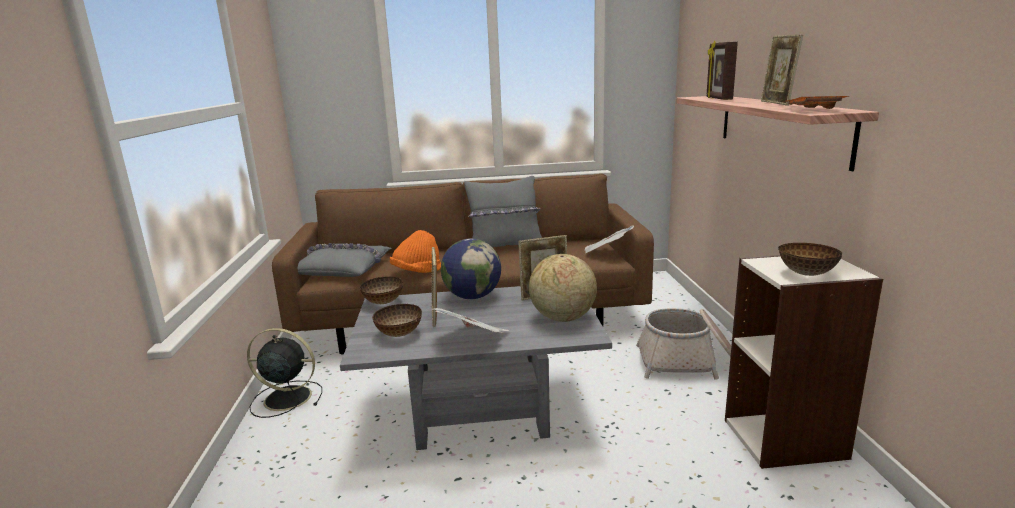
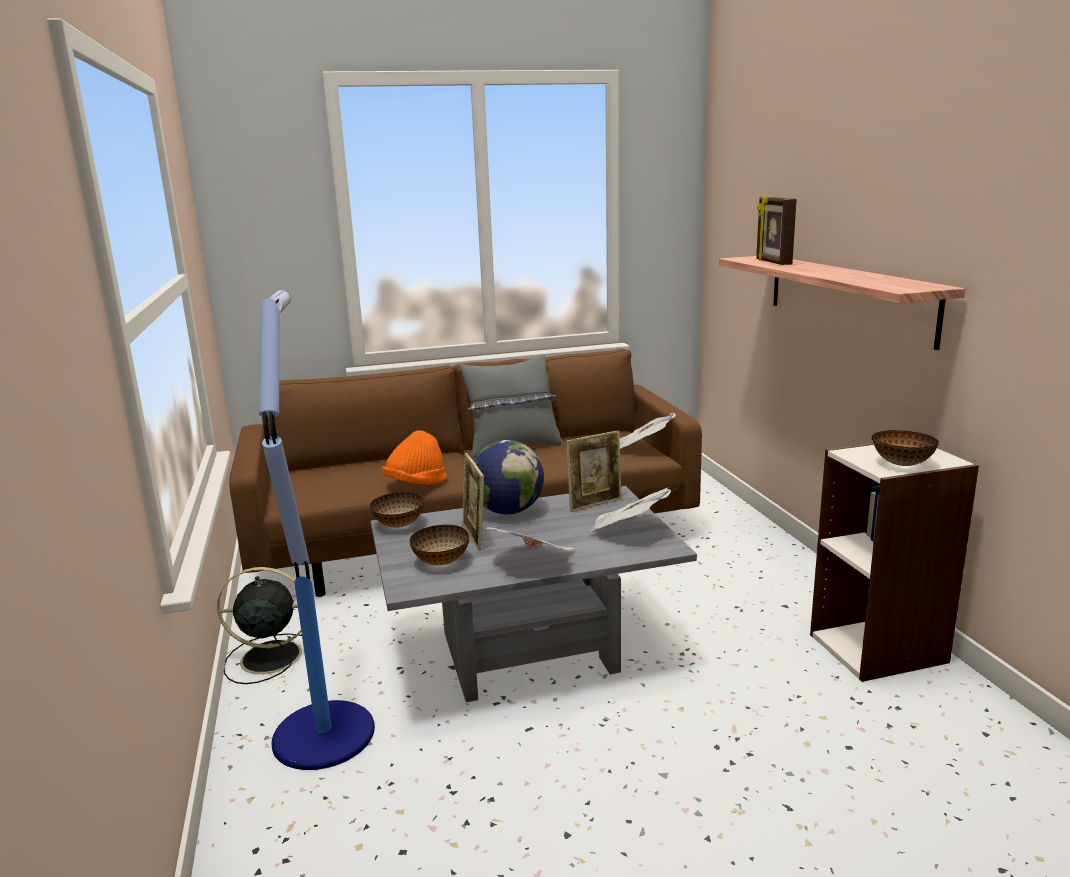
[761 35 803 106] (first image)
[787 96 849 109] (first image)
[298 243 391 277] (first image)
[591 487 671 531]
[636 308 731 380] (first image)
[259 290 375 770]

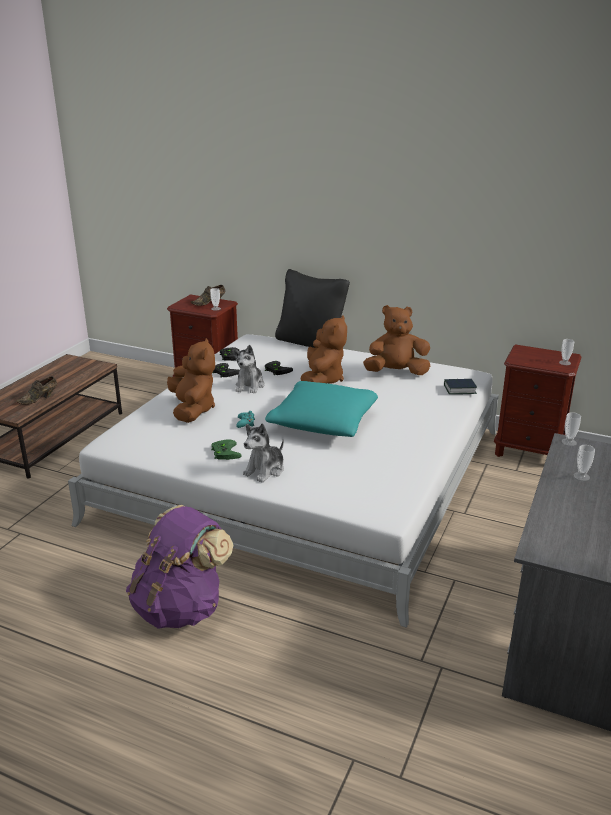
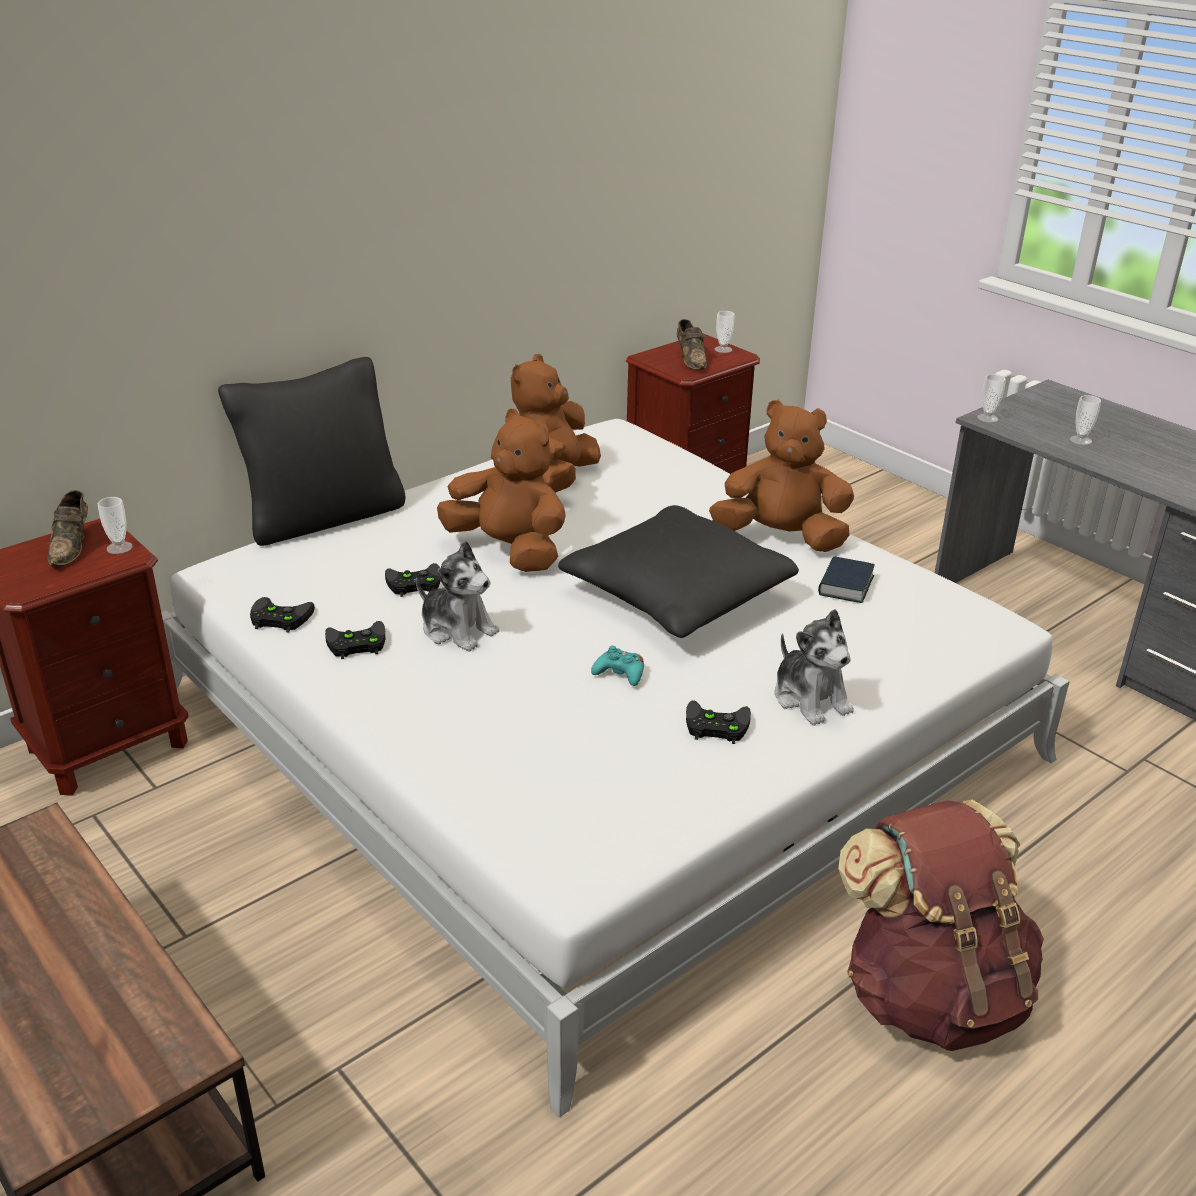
[709 400 854 552]
[677 319 707 370]
[818 556 875 603]
[558 505 799 638]
[686 700 751 744]
[838 800 1044 1051]

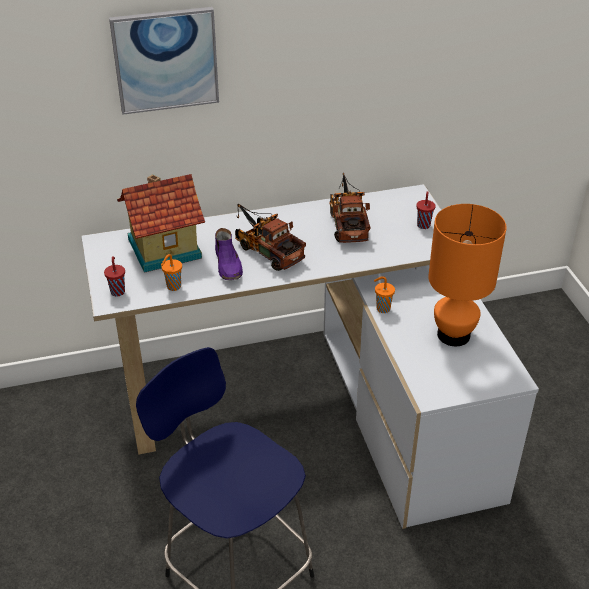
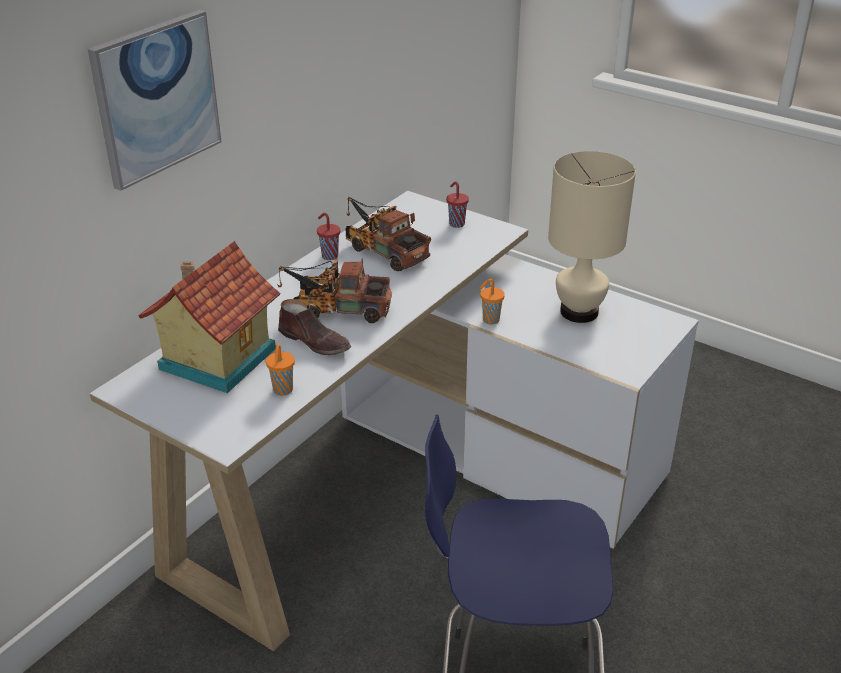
[548 151 636 323]
[278 299 351 355]
[317 213 340 260]

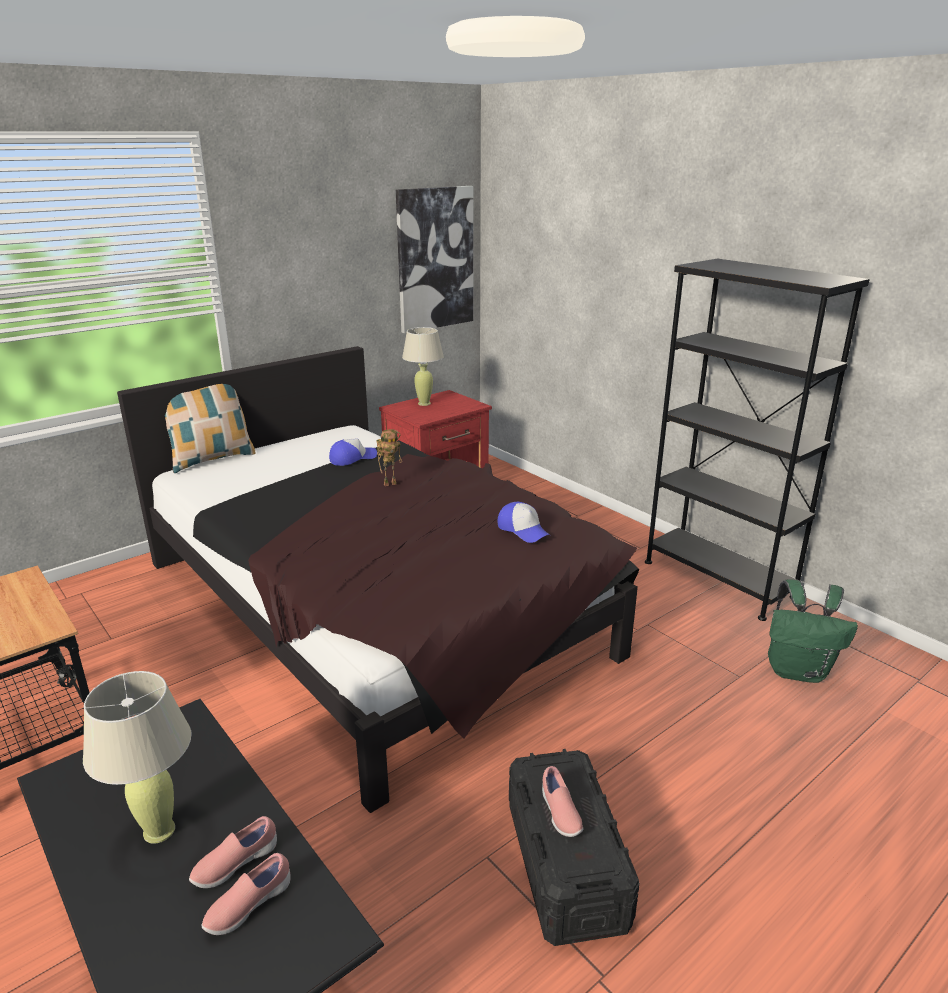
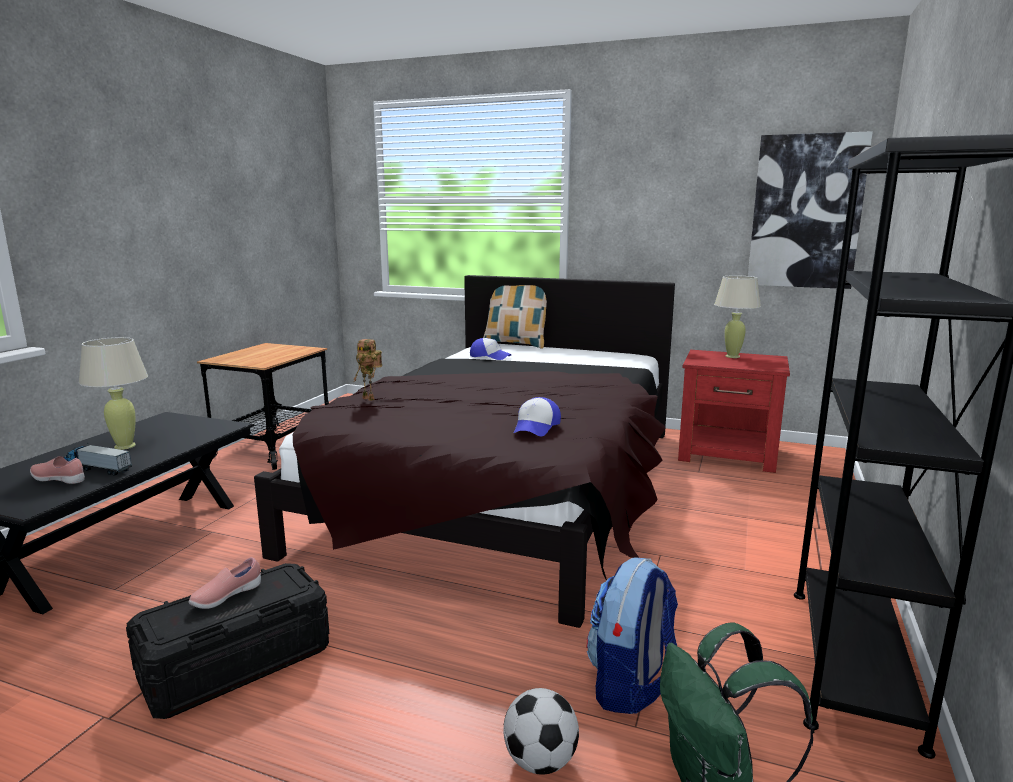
[353 339 382 401]
[470 338 511 360]
[64 443 132 476]
[587 557 678 714]
[503 688 579 775]

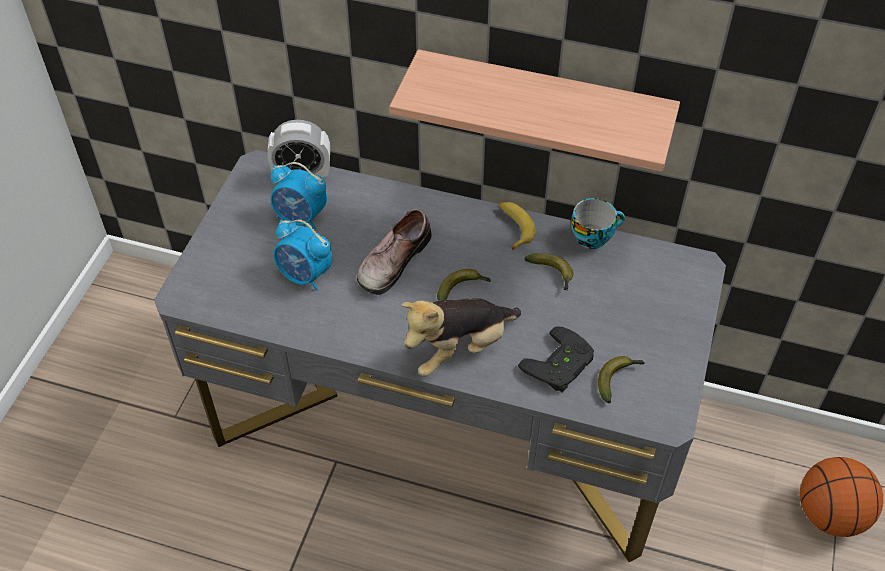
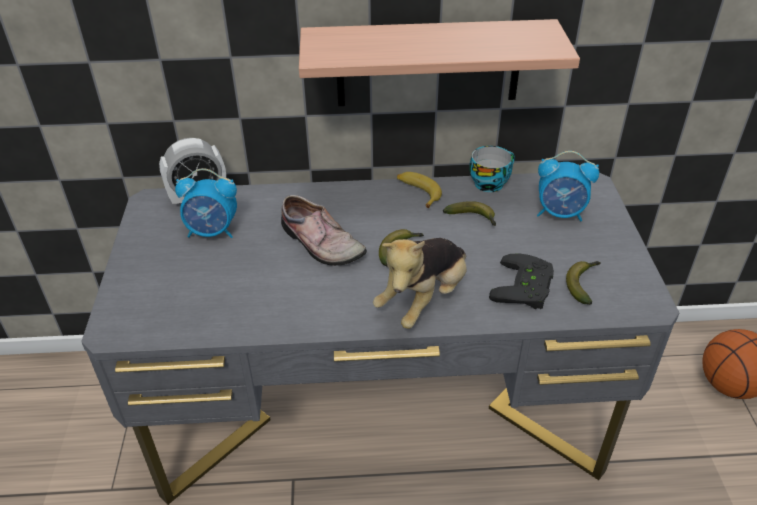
[281 195 367 266]
[537 151 599 222]

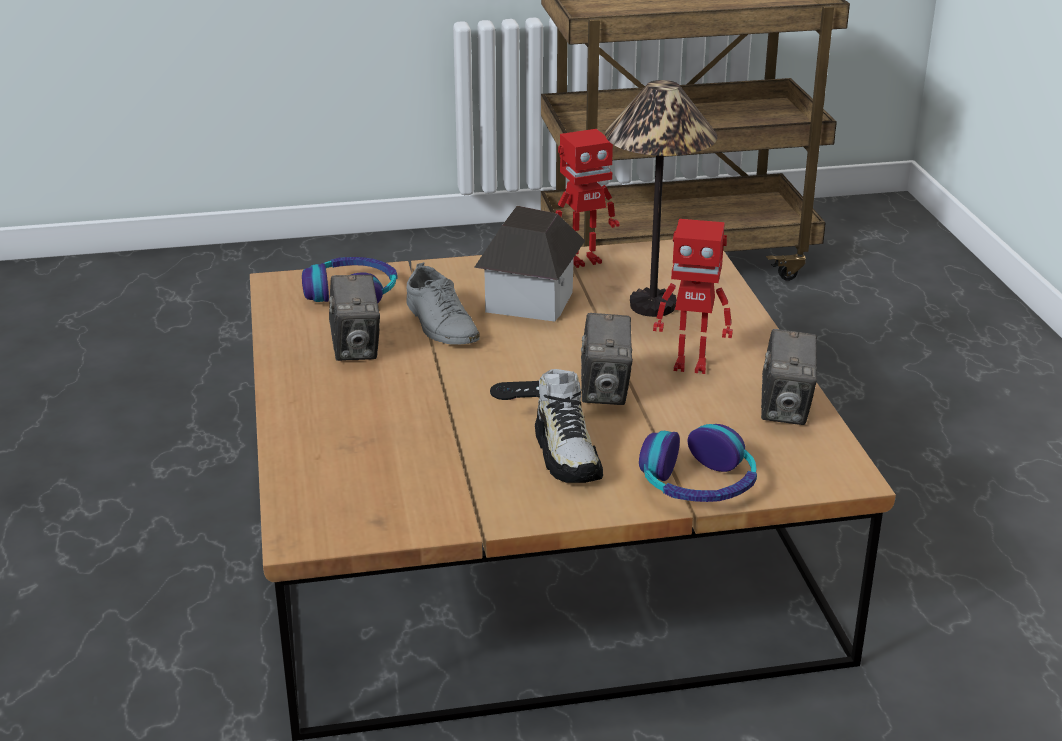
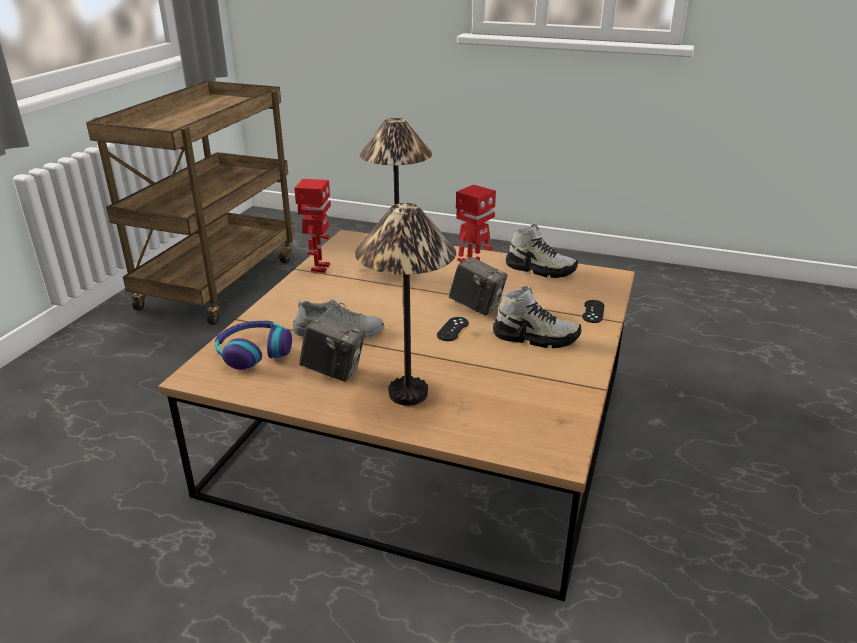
[474 206 585 322] (first image)
[506 224 578 278]
[582 300 605 323]
[355 203 456 406]

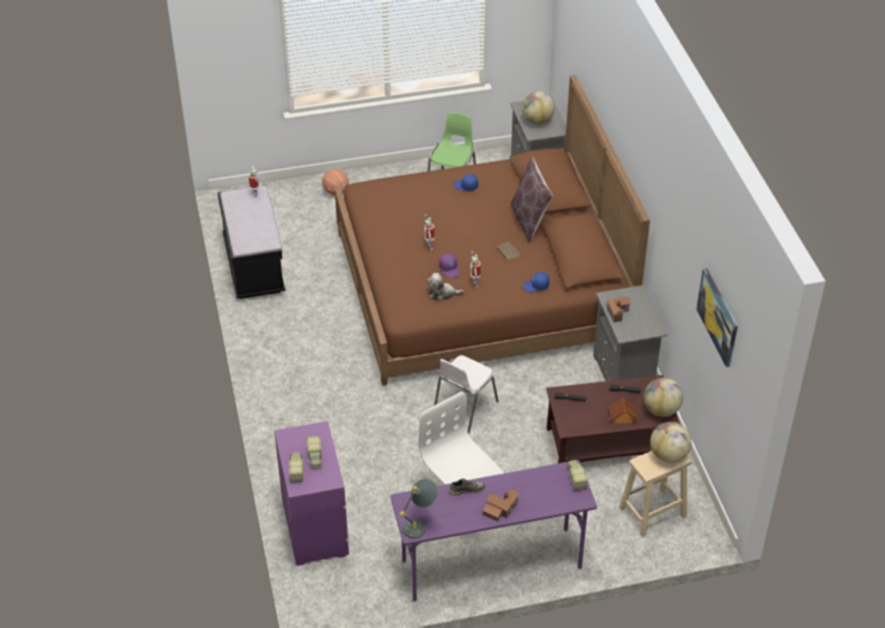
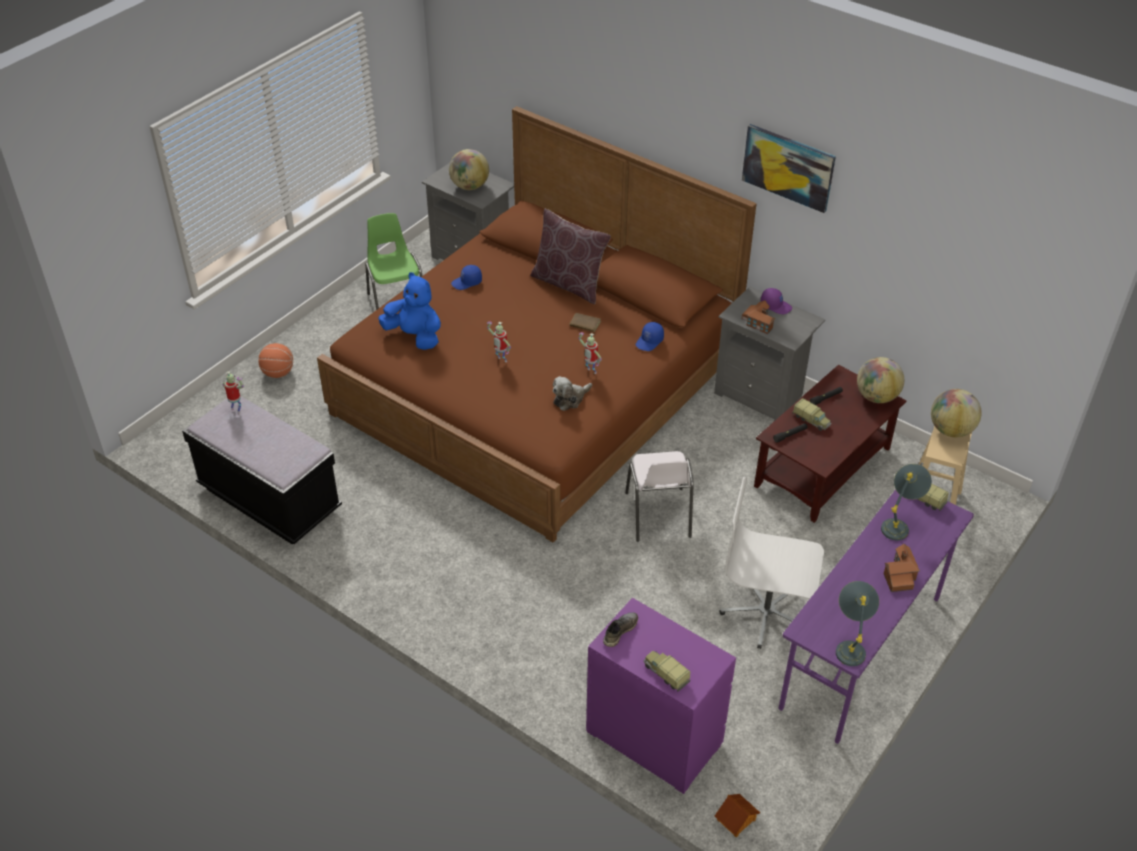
[761 288 792 314]
[742 124 836 213]
[715 794 760 837]
[792 398 831 431]
[603 612 638 647]
[378 272 441 350]
[881 464 932 540]

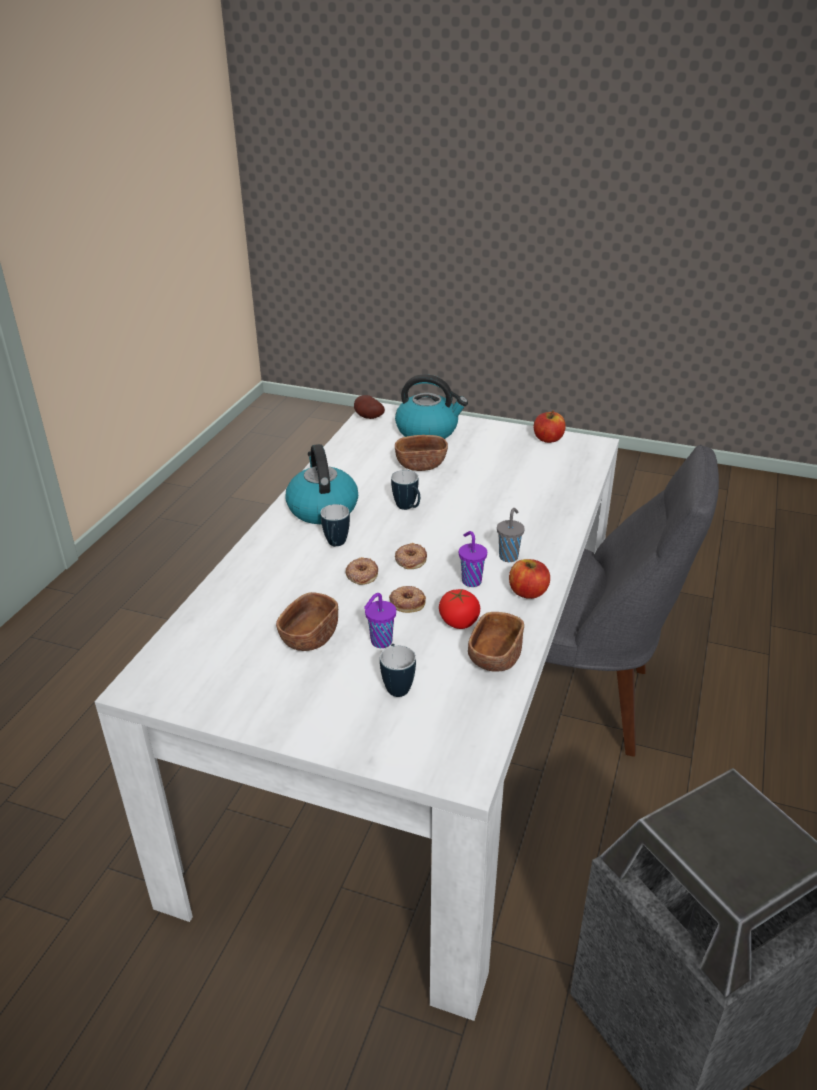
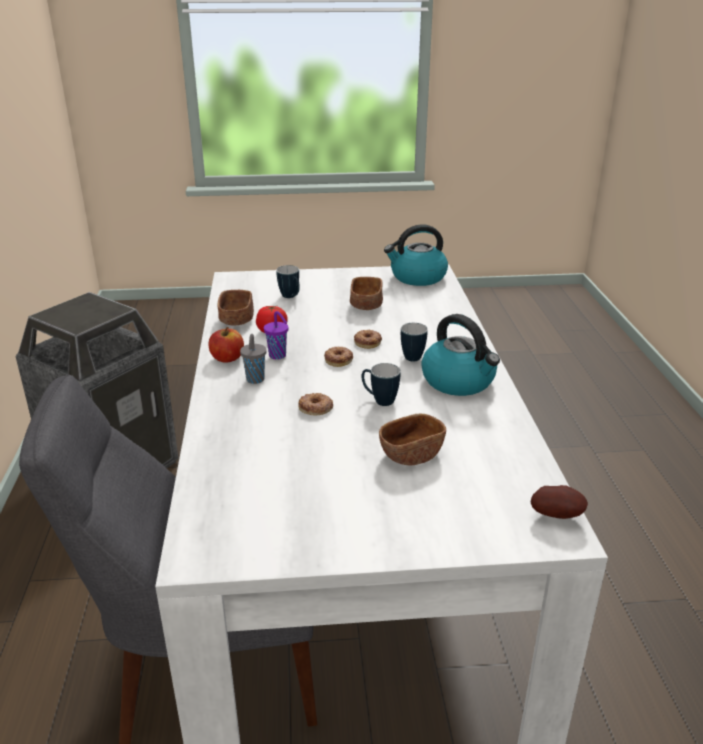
[384 224 448 286]
[534 411 566 443] (first image)
[298 393 333 415]
[364 593 396 648] (first image)

